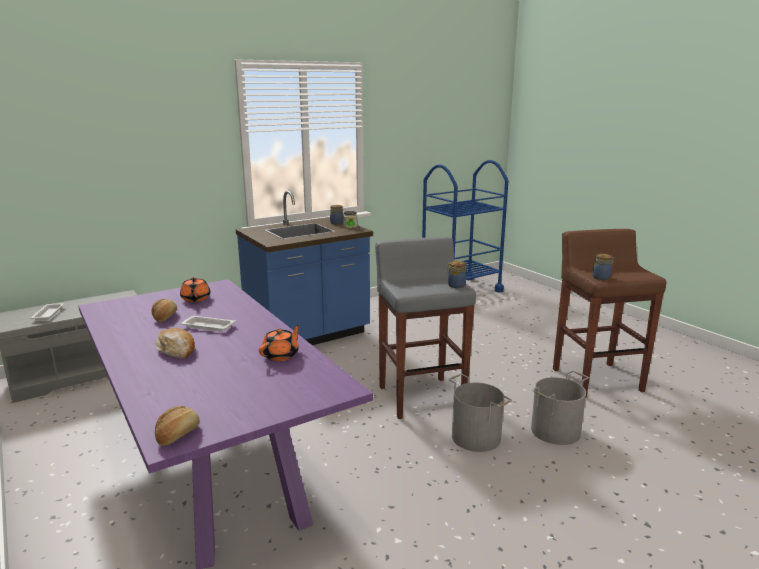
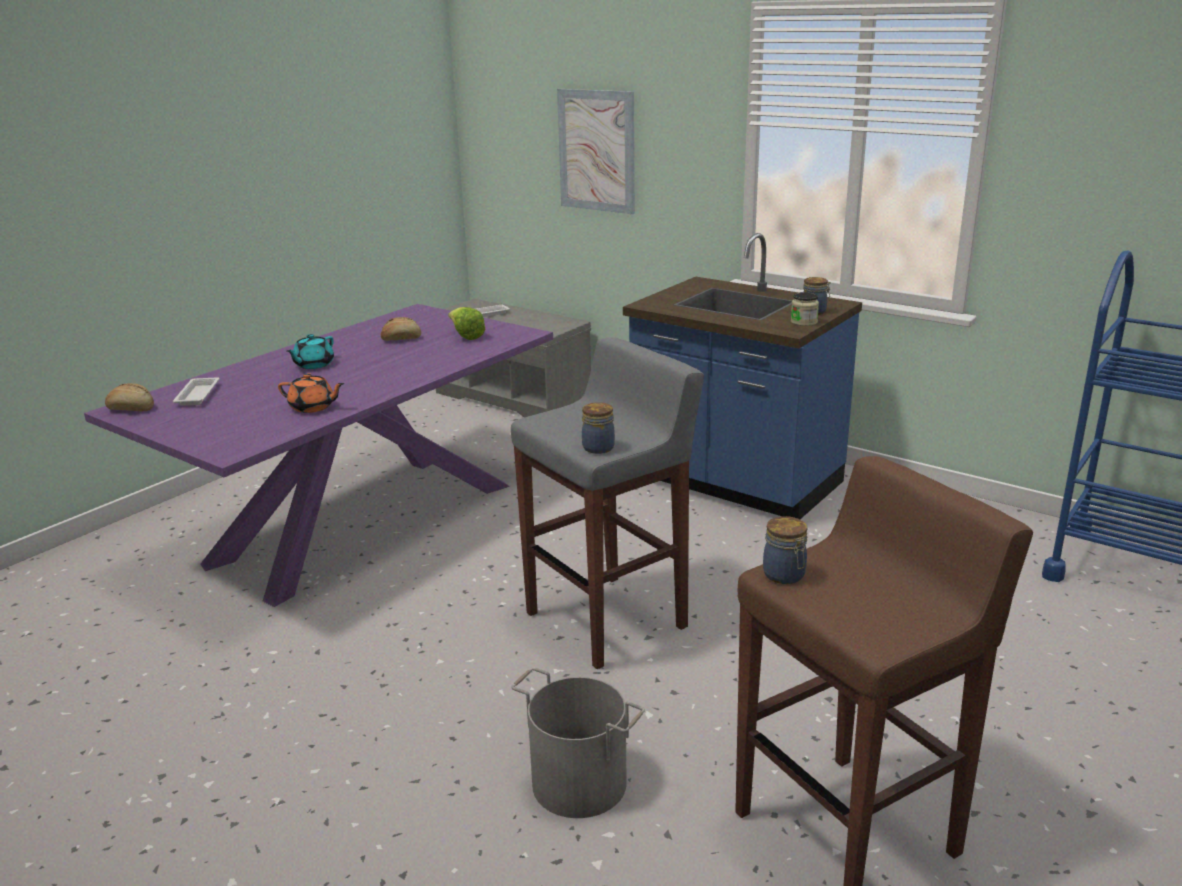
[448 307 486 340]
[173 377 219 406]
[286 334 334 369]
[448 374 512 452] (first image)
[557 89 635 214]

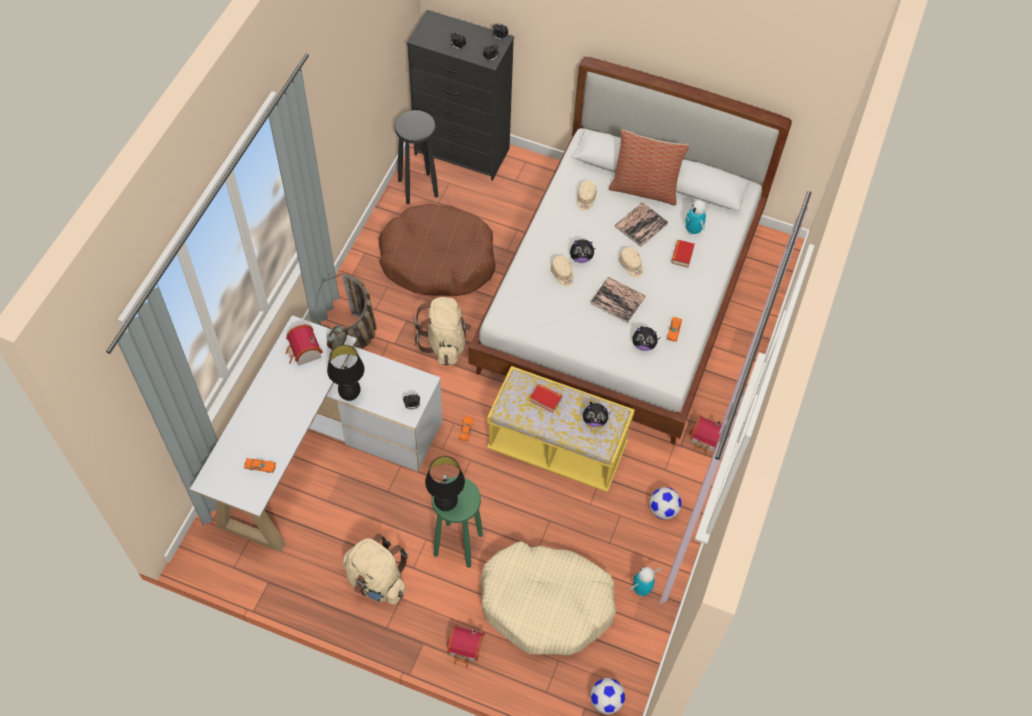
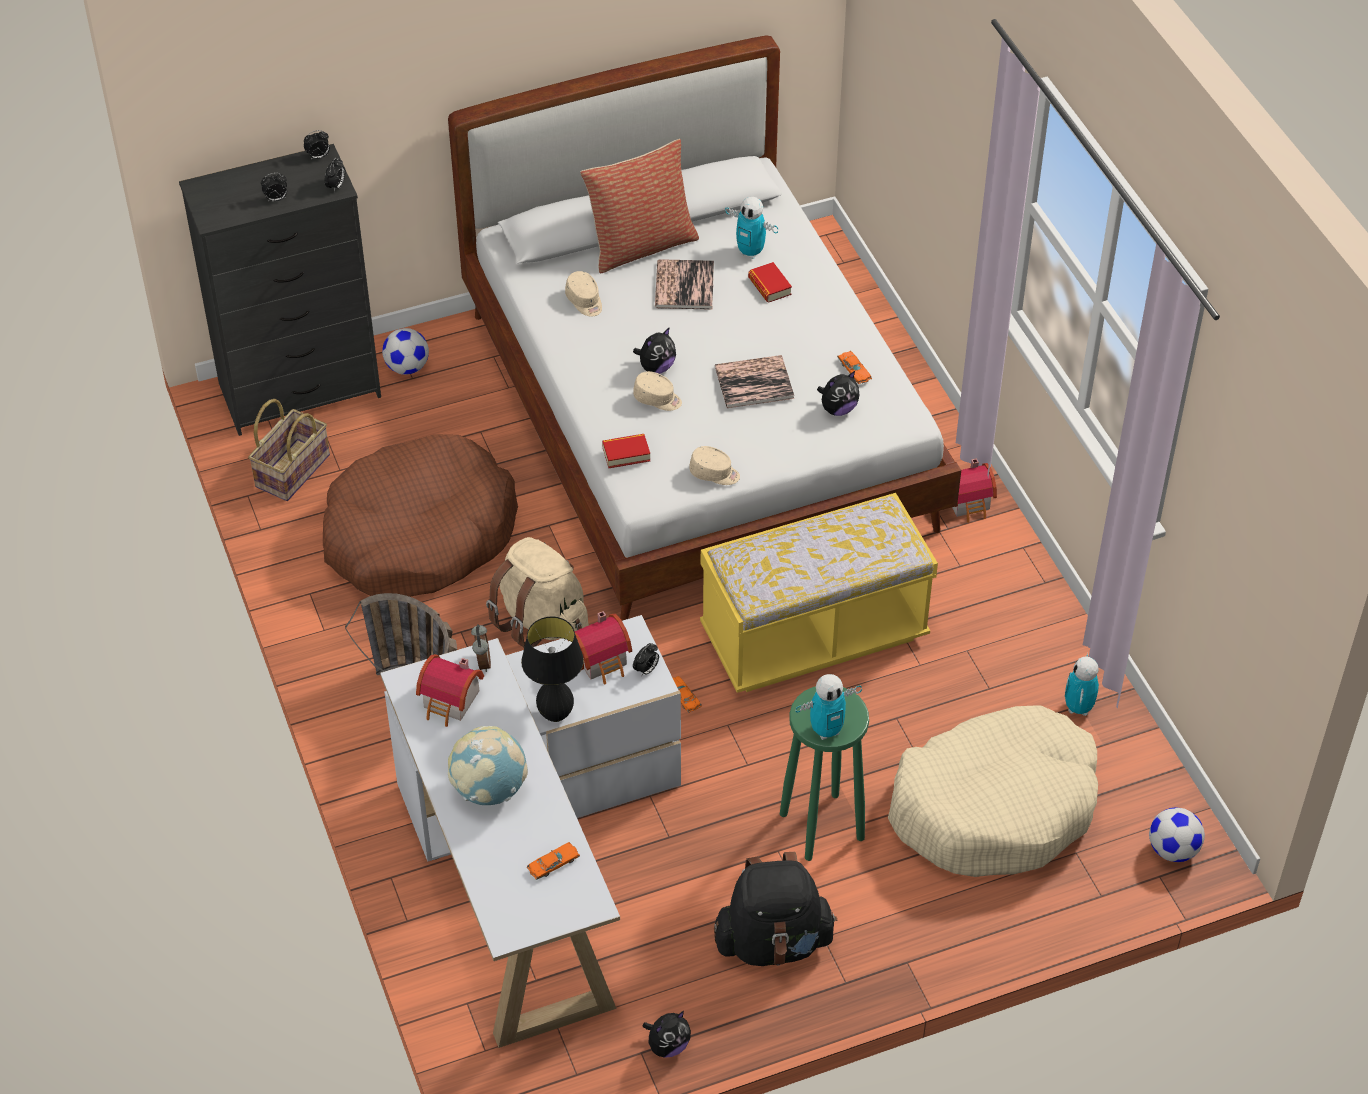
[248 399 330 501]
[689 446 740 485]
[602 434 650 468]
[642 1011 691 1058]
[796 674 862 740]
[382 328 429 375]
[714 852 838 966]
[568 611 632 685]
[448 726 528 805]

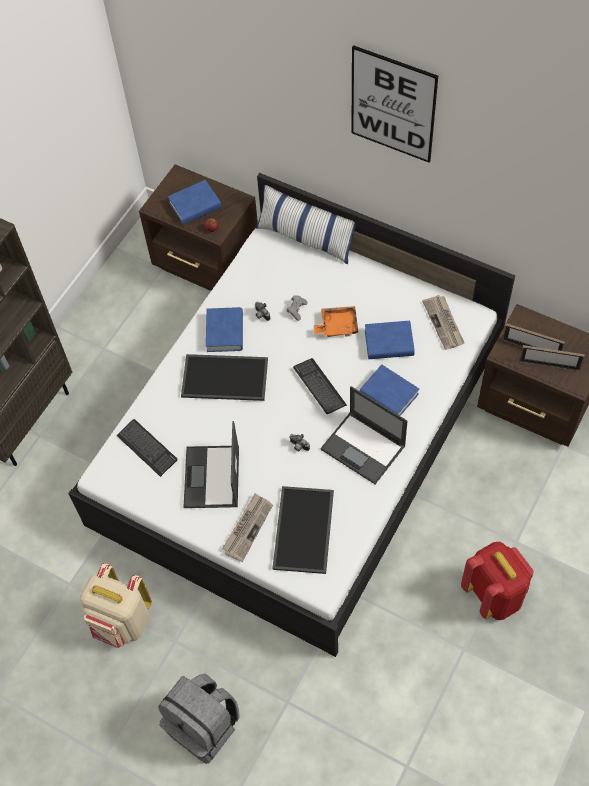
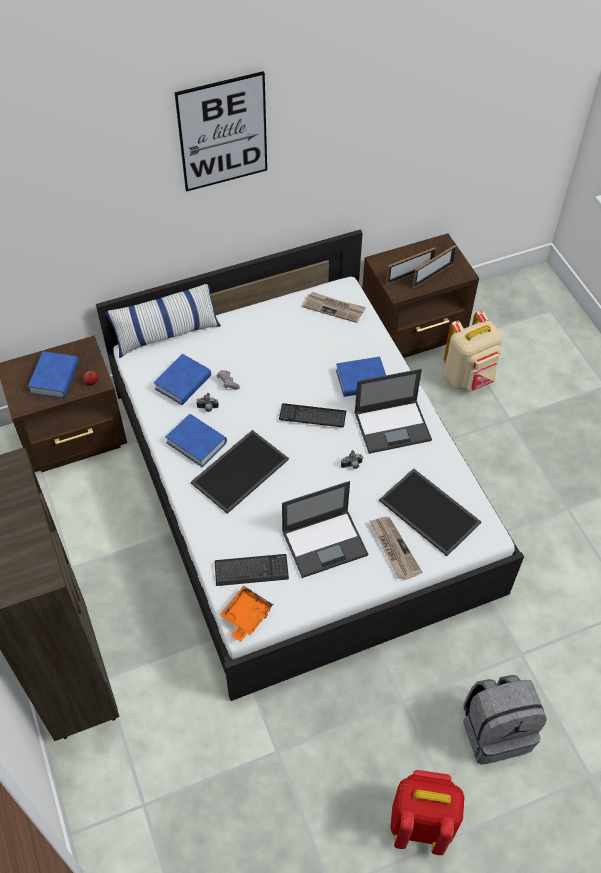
[220 585 273 642]
[154 354 211 405]
[282 481 368 578]
[390 770 464 855]
[444 311 503 391]

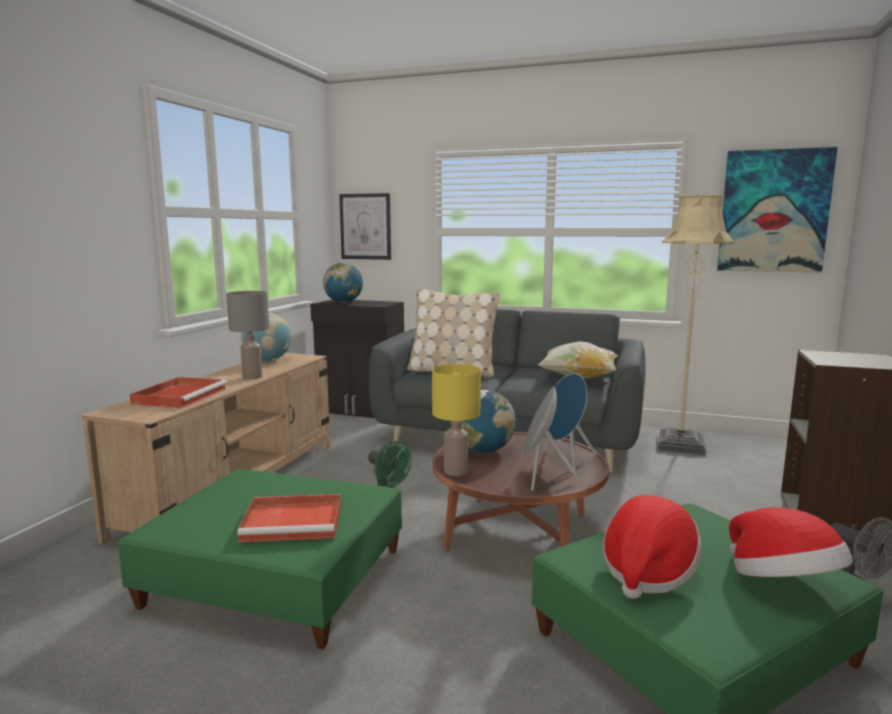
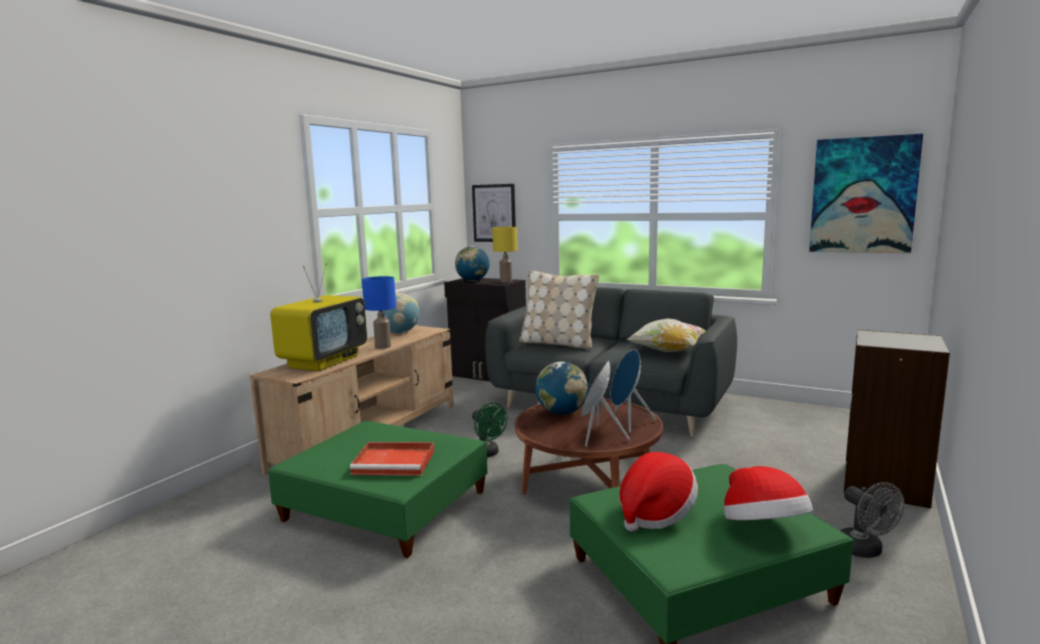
[657 195 734 456] (first image)
[362 276 396 349]
[492 227 517 283]
[270 263 367 371]

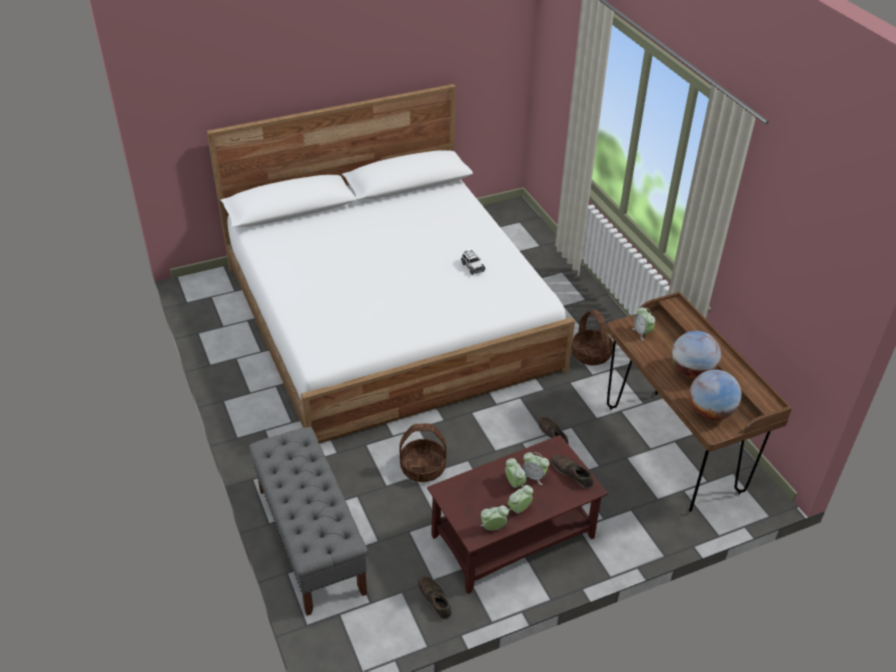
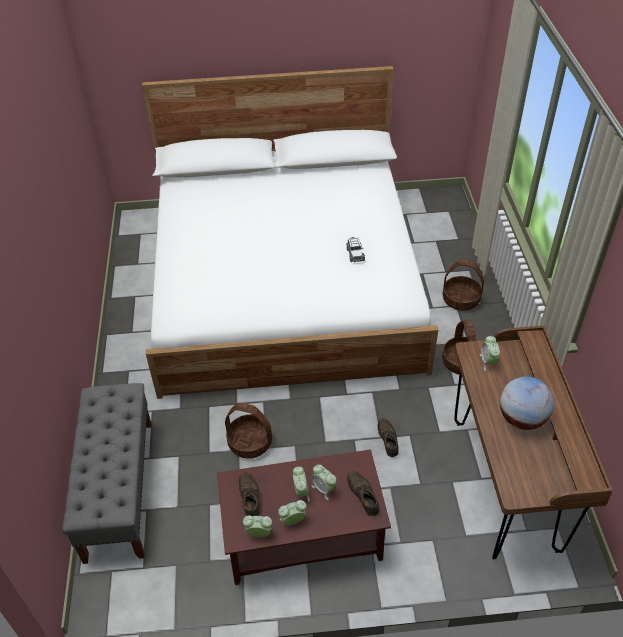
[689 370 742 420] (first image)
[239 472 260 516]
[443 260 484 311]

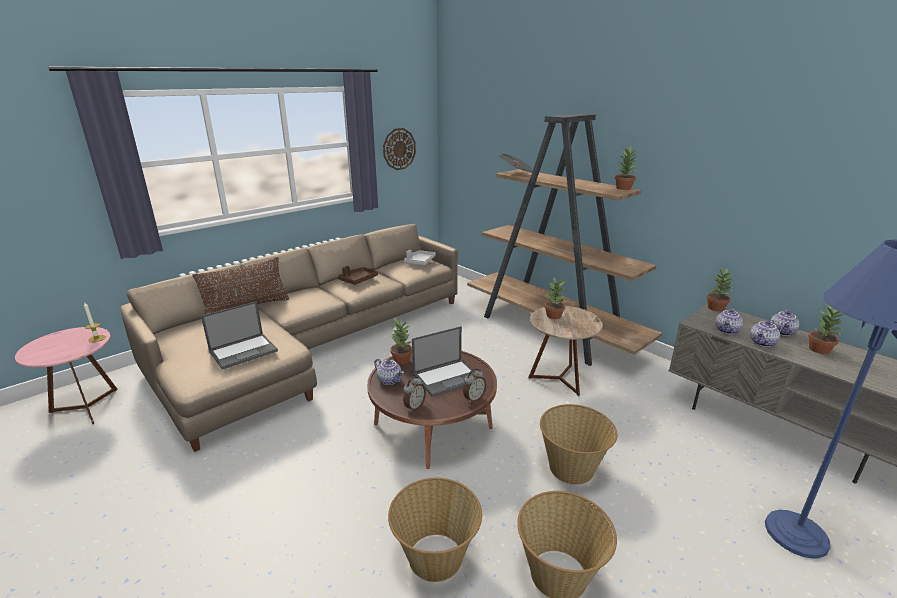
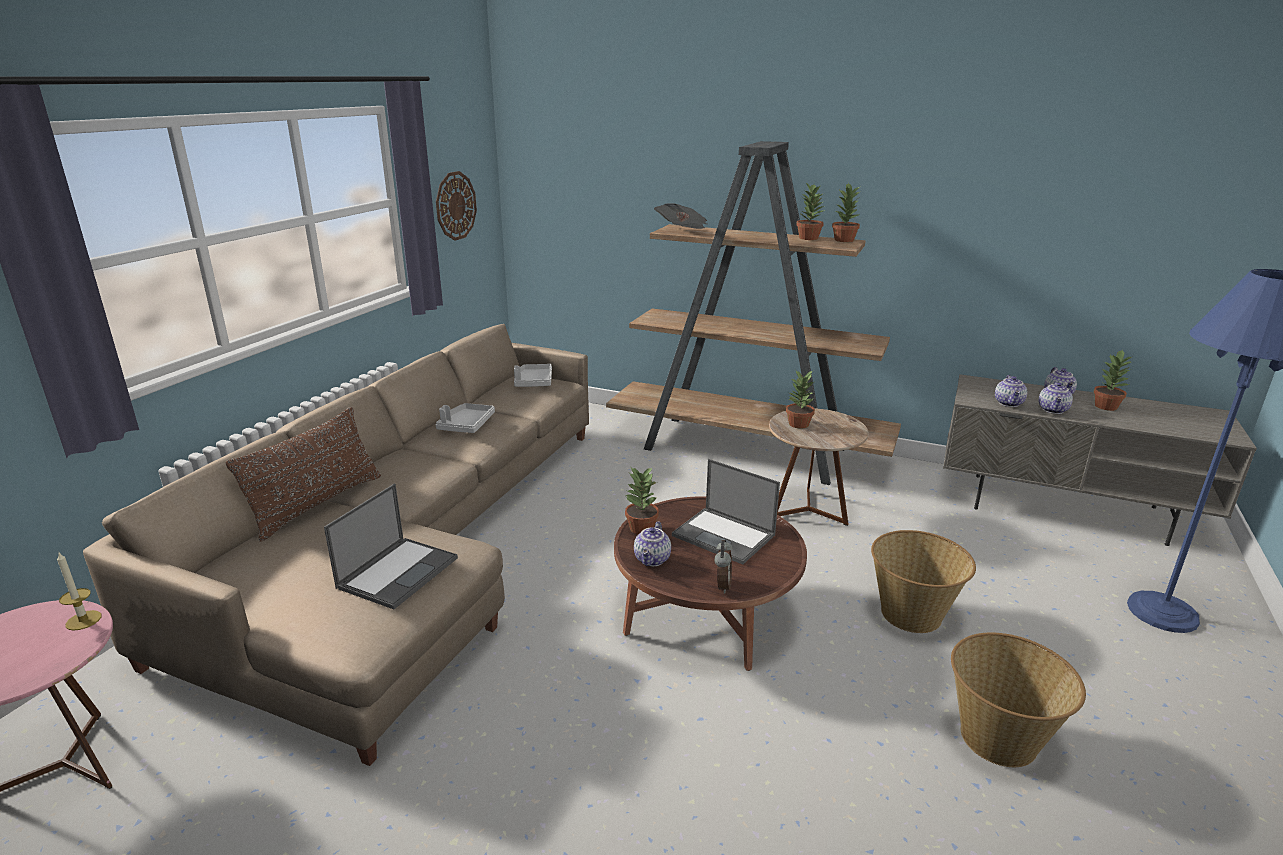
[435 403 495 433]
[796 183 825 240]
[672 459 780 565]
[634 521 671 566]
[463 368 486 403] (first image)
[388 478 482 582] (first image)

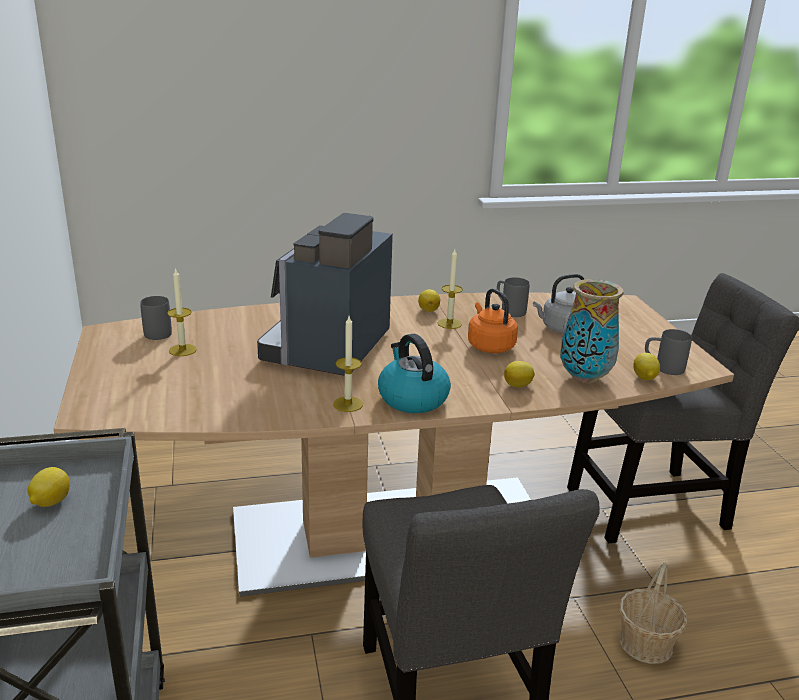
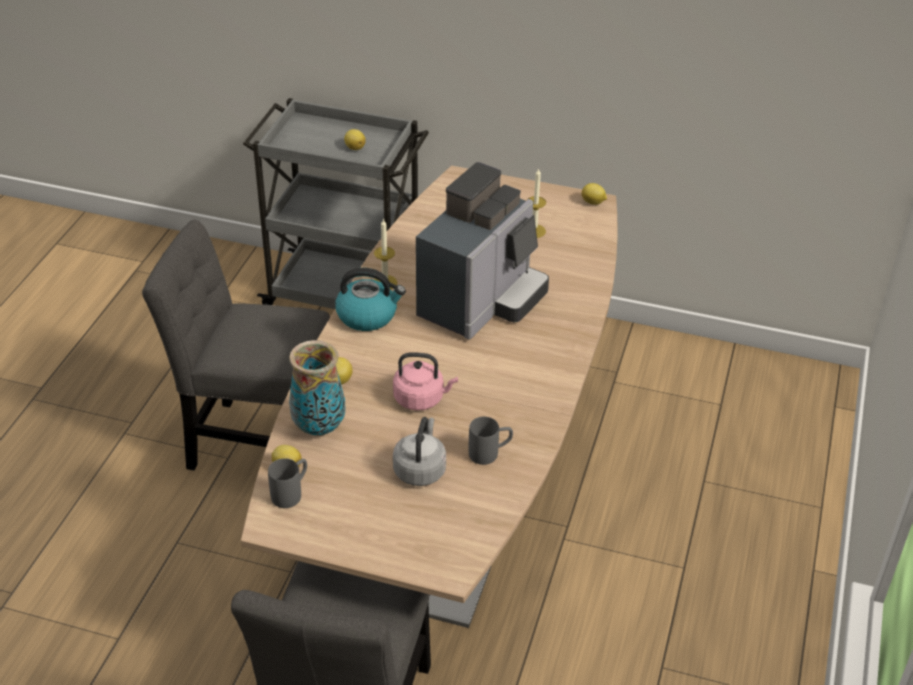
[416 162 549 340]
[438 249 463 329] (first image)
[393 352 458 411]
[581 183 607 205]
[140 296 172 340] (first image)
[619 563 687 664] (first image)

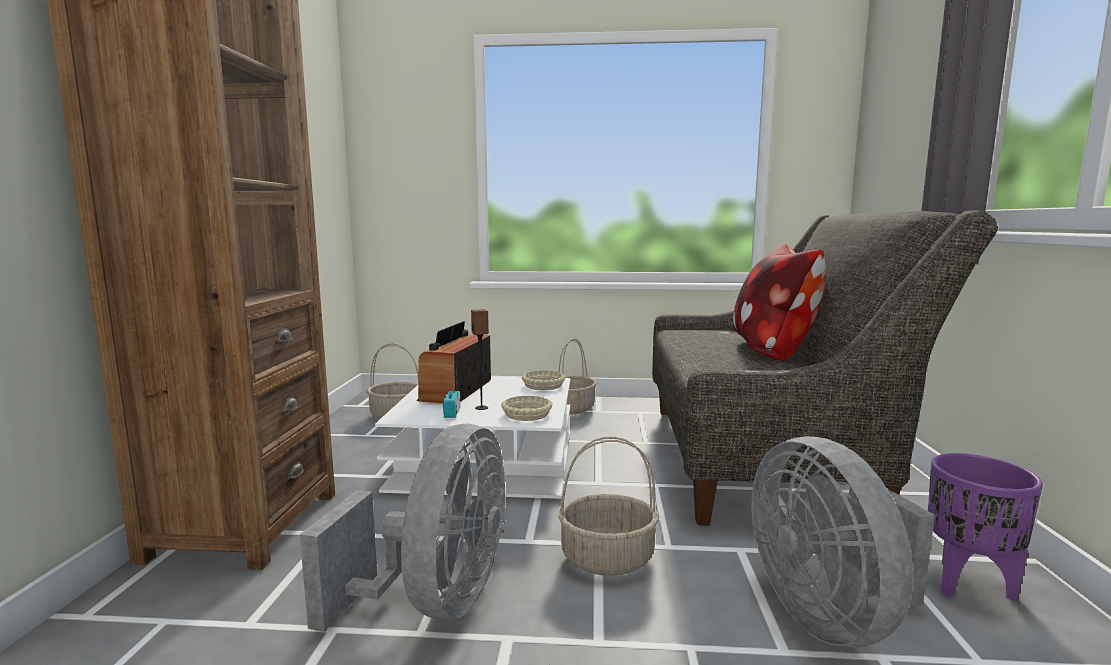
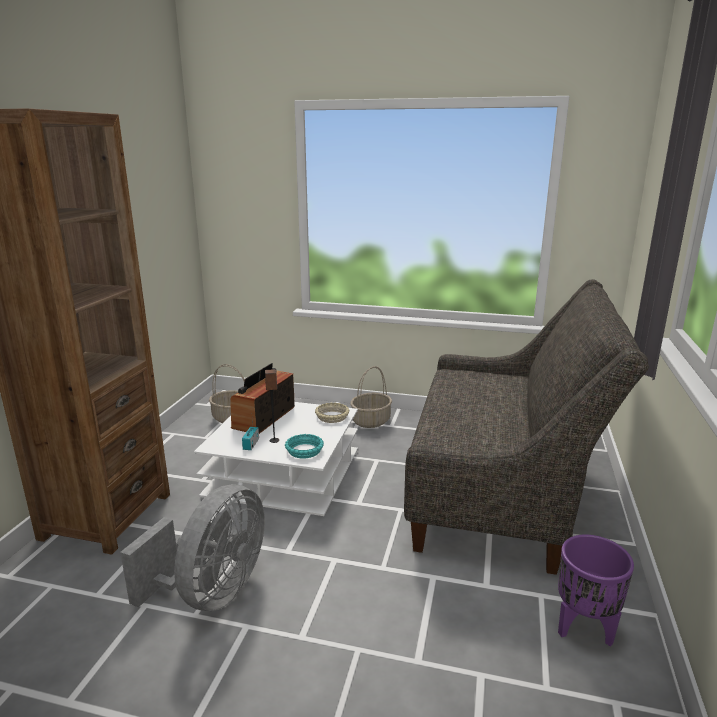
[733 244 826 361] (first image)
[285 434 324 459]
[752 436 935 648] (first image)
[558 437 659 576] (first image)

